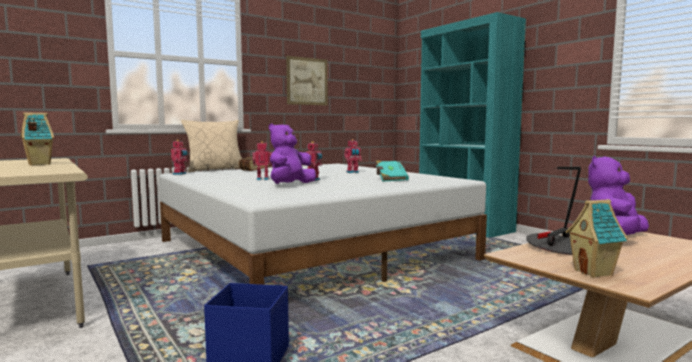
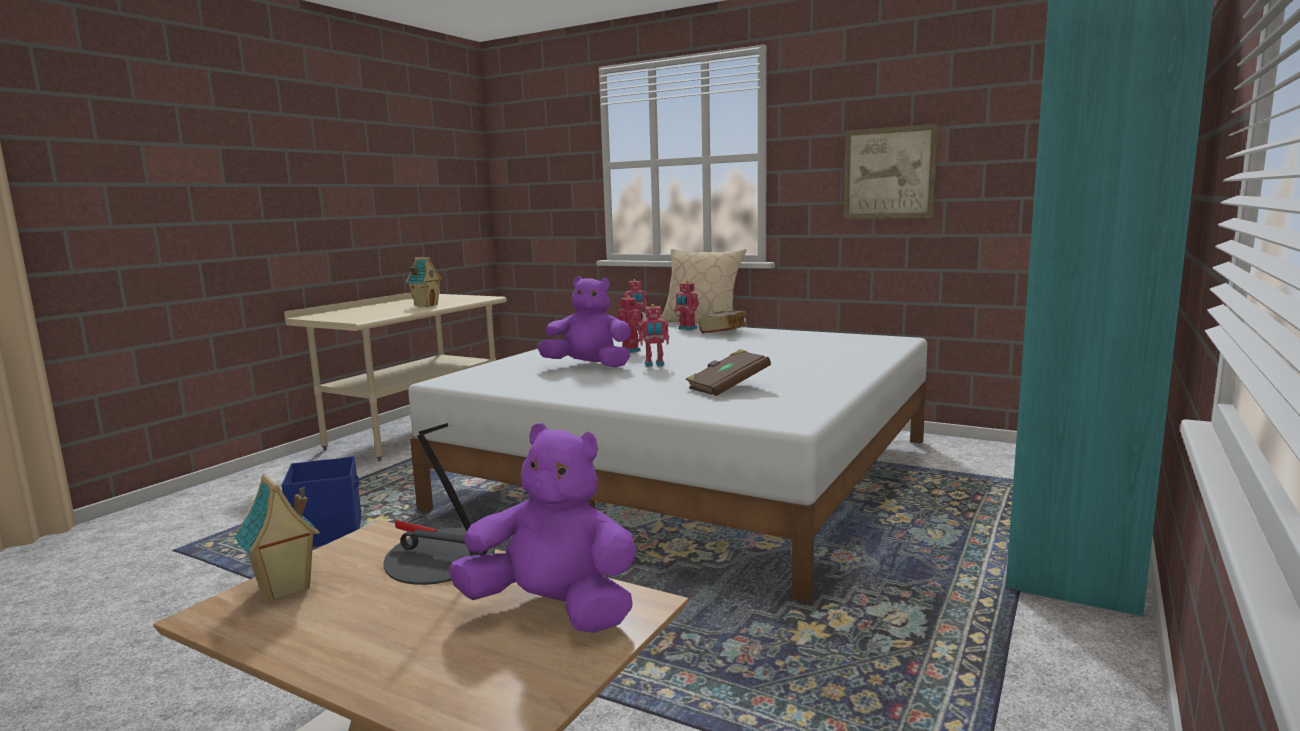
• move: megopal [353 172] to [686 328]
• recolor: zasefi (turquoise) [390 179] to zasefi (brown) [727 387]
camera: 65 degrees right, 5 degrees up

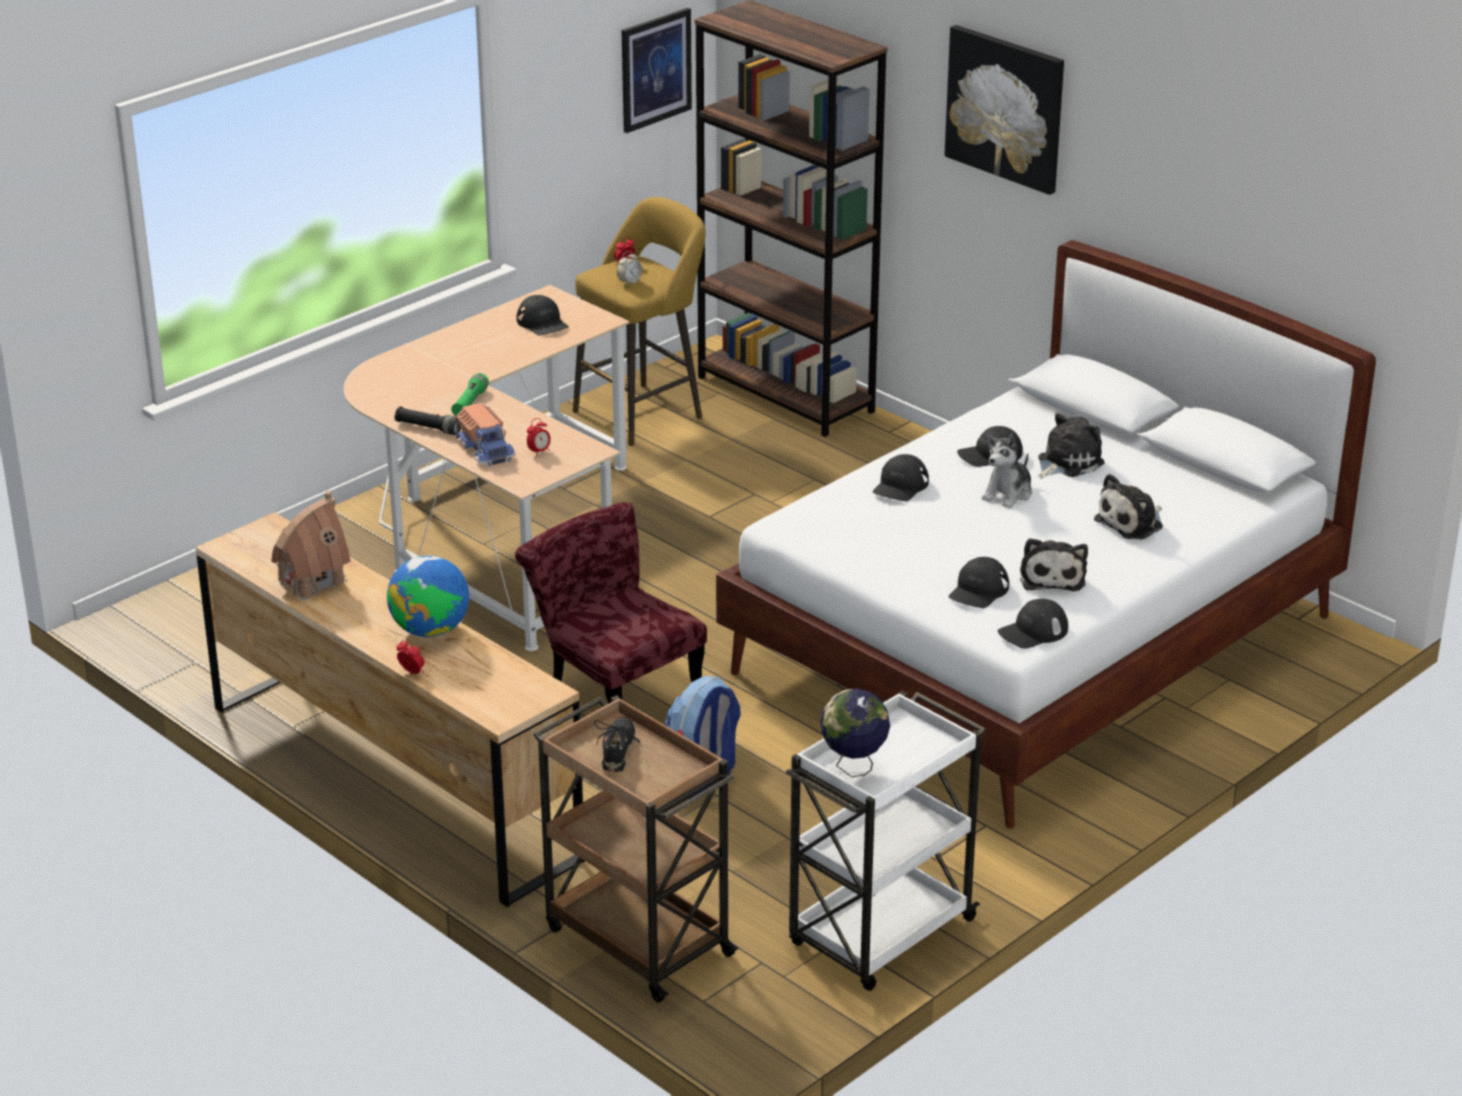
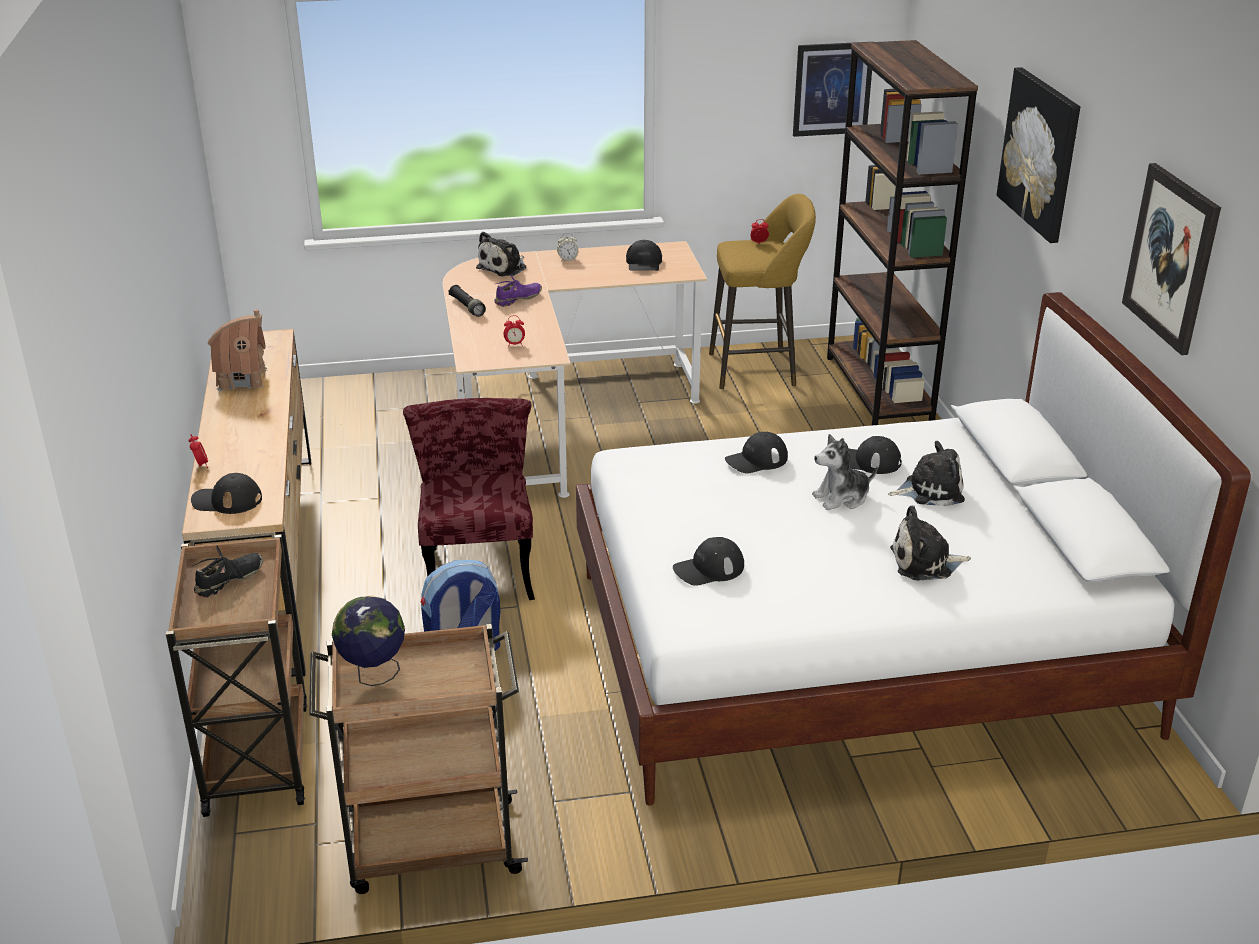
• delete: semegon [430 630]
• delete: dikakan [486 449]
• insert: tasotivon [1171 258]
• move: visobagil [629 282] to [567 259]
• move: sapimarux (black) [1033 631] to [227 500]
• move: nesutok [1052 577] to [504 267]
• replace: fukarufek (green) [470 403] to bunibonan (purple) [518 299]
• recolor: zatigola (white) [880 934] to zatigola (brown) [430 847]
camera: 35 degrees right, 0 degrees up

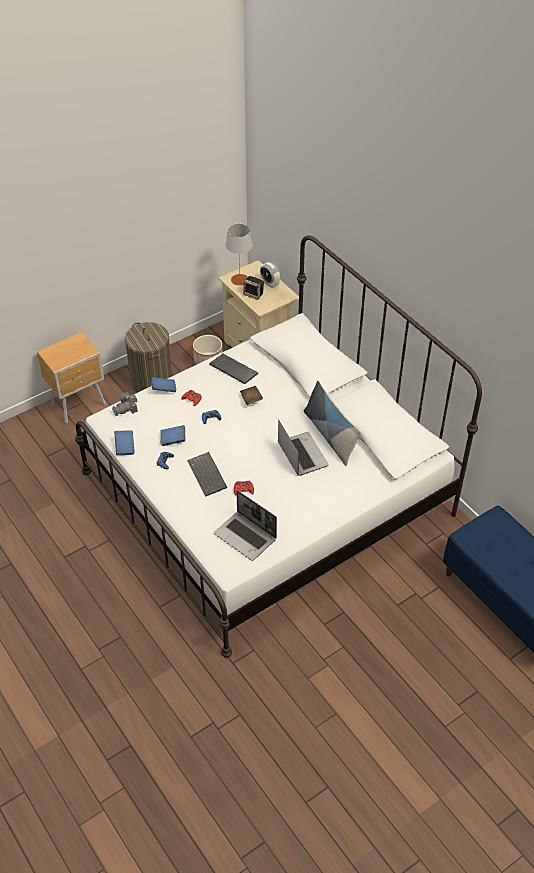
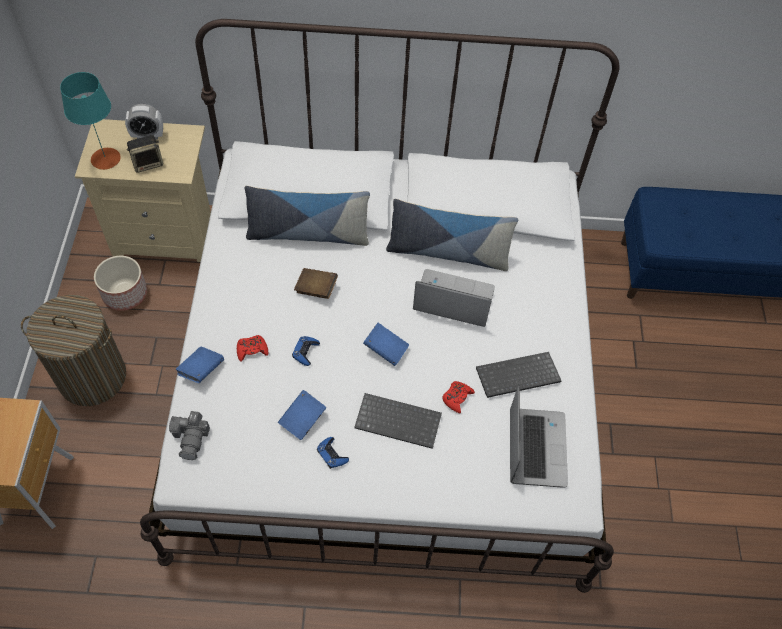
• insert: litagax [308 234]
• move: zasefi (blue) [125 447] to [385 349]
• move: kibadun [232 370] to [517 377]
• recolor: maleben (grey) [239 279] to maleben (turquoise) [105 158]
• rotate: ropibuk [246 536] = [535 447] 75 degrees counterclockwise
camera: 55 degrees left, 10 degrees up

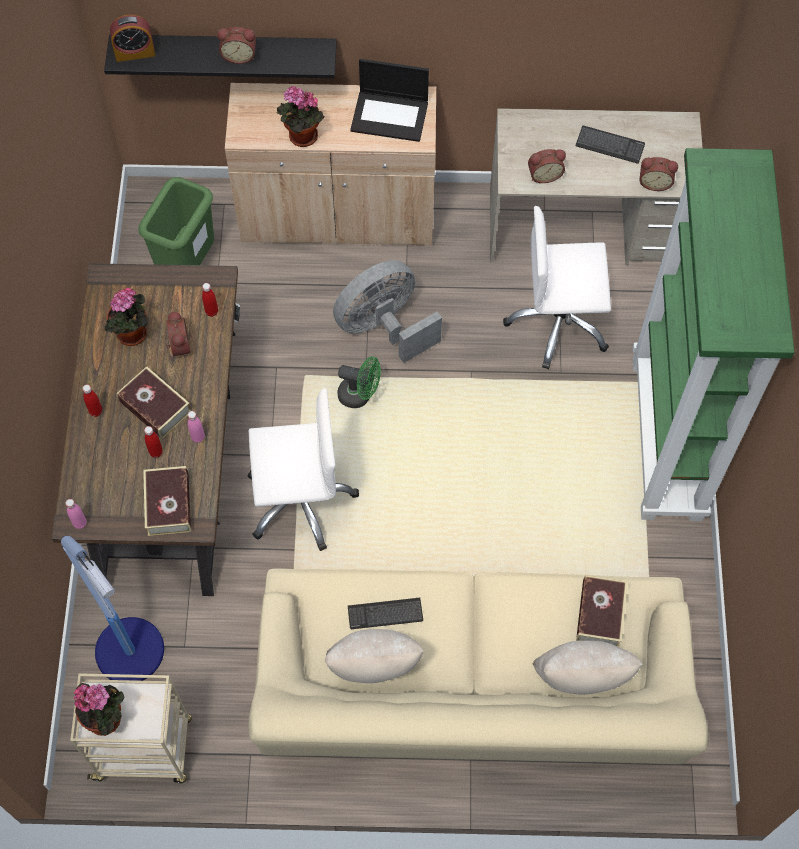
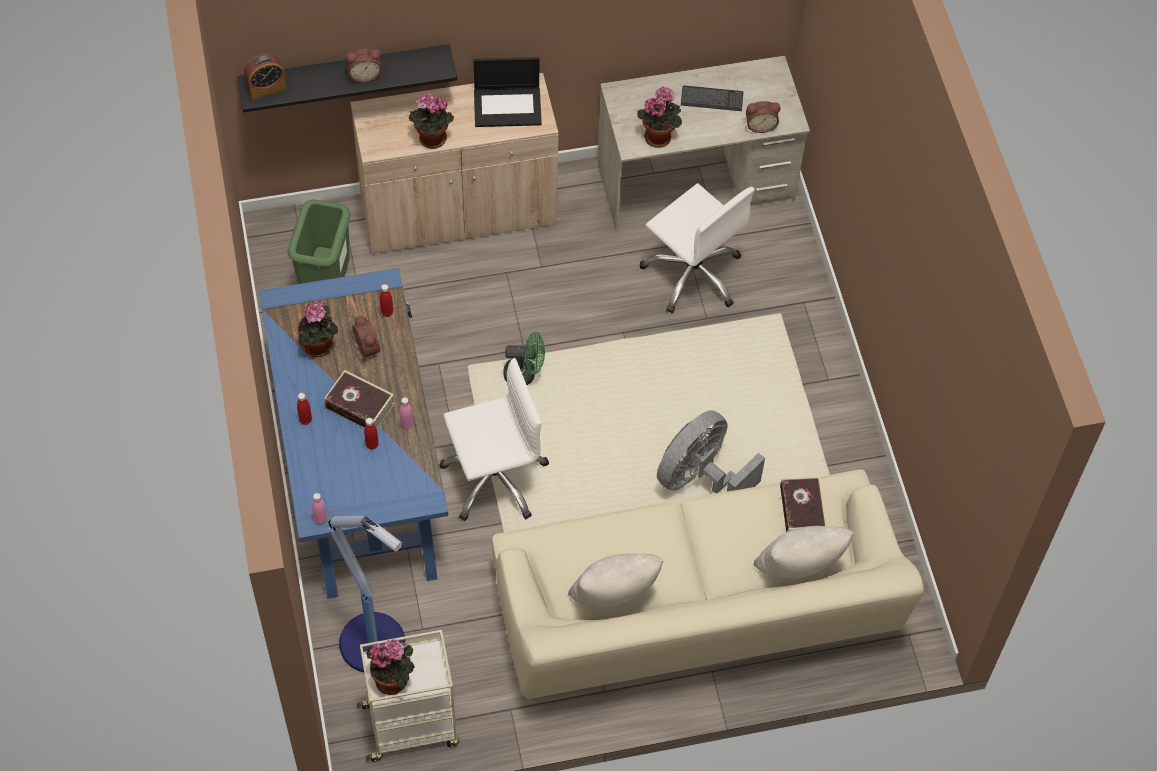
• delete: zasefi [168 504]
• delete: kibadun [385 614]
• delete: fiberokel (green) [668 439]
• move: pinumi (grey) [384 327] to [700 478]
• replace: visobagil [544 174] to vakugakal [659 135]
• recolor: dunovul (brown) [168 458] to dunovul (blue) [358 465]
• rotate: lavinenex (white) [558 323] = [693 274] 120 degrees counterclockwise
camera: 15 degrees left, 5 degrees down

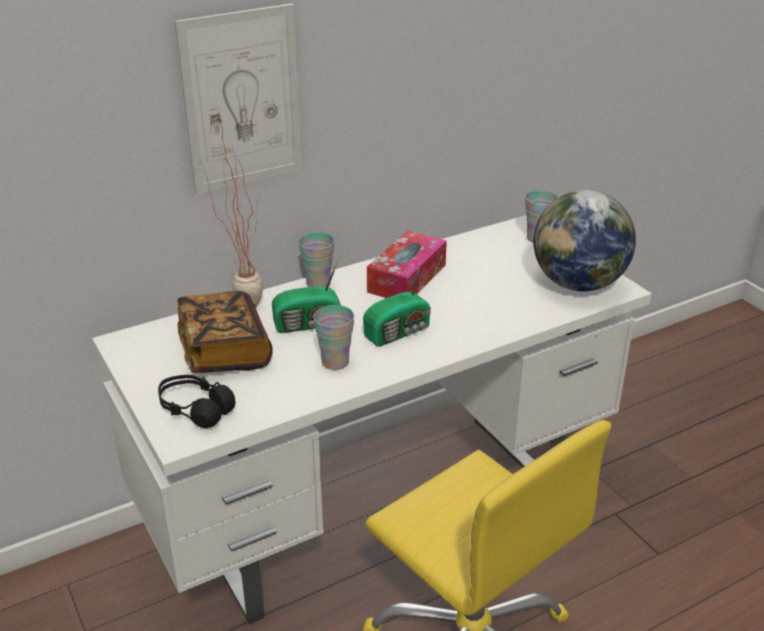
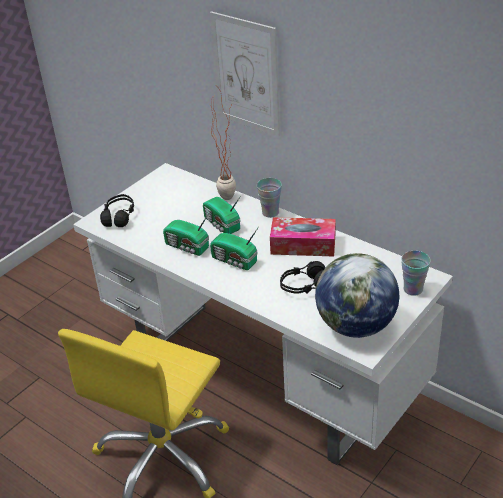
• delete: zasefi [224 351]
• insert: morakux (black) [304 286]
• replace: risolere [335 362] to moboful [187 247]
camera: 70 degrees right, 5 degrees up

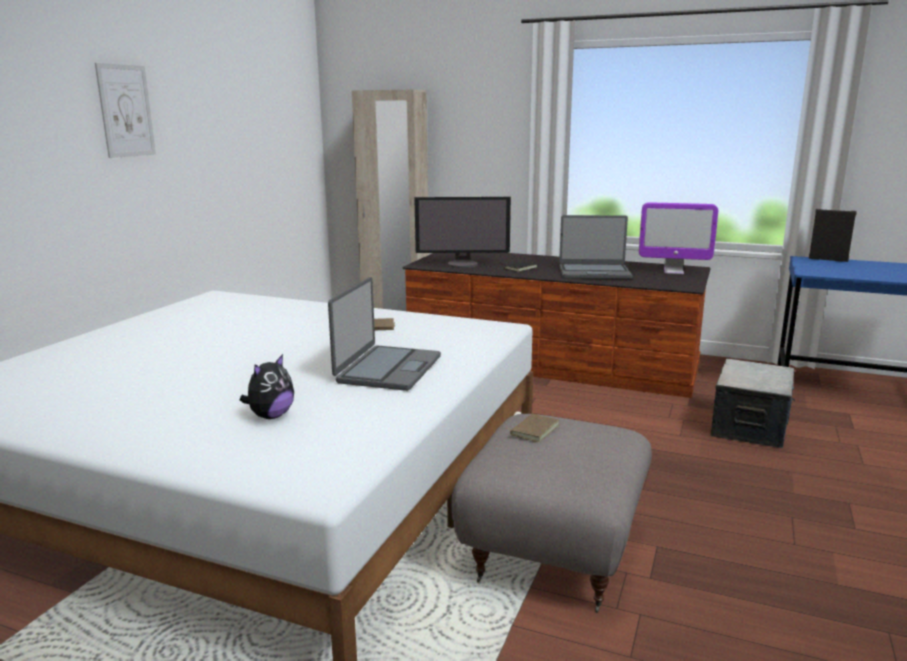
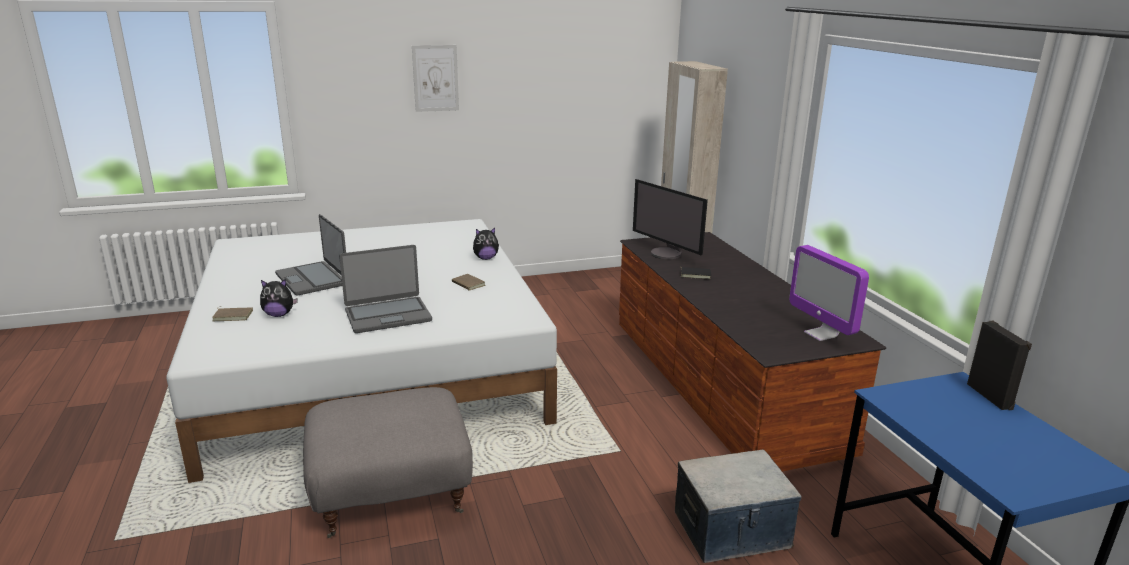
• insert: nesutok [485 258]
• move: zasefi (brown) [533 430] to [233 315]
• move: ropibuk [594 273] to [313 279]
camera: 50 degrees right, 5 degrees up

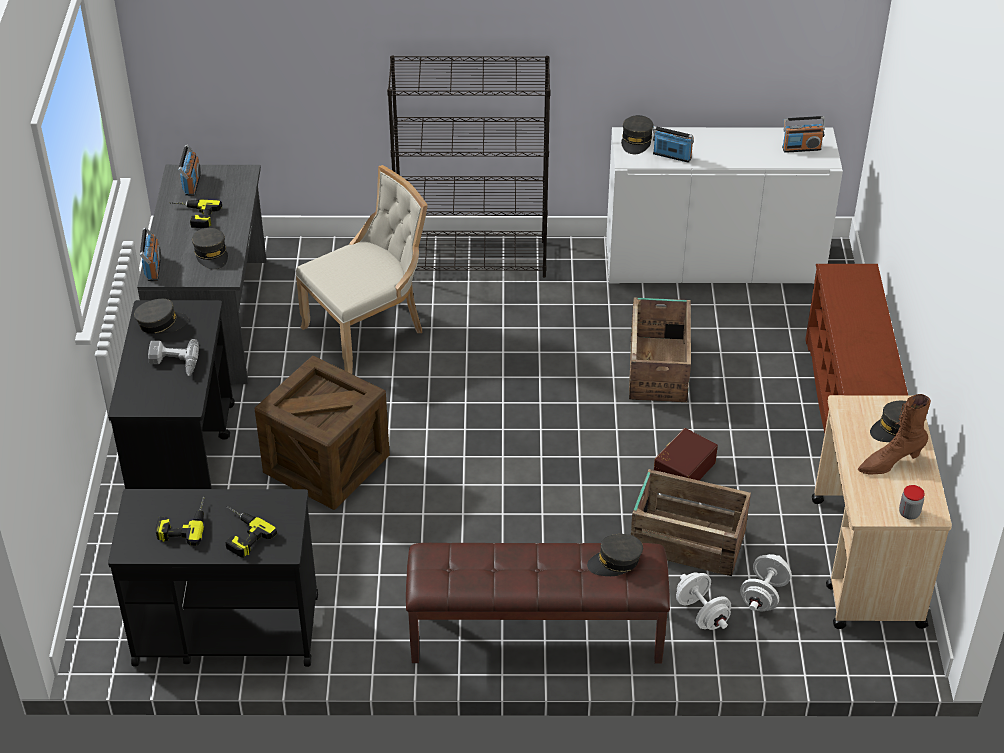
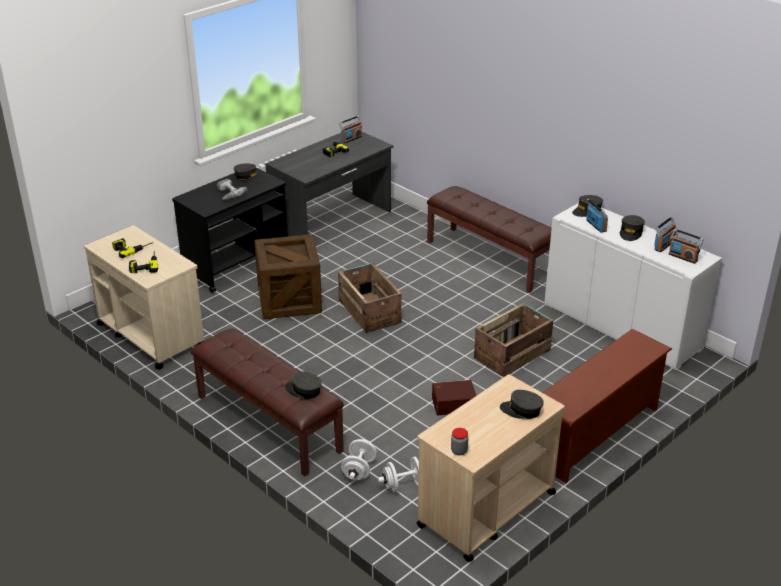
• delete: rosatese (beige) [368 331]
• delete: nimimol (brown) [890 462]
• move: moboful [153 268] to [663 245]
• move: sapimarux (grey) [211 254] to [631 232]
• move: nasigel [686 540] to [369 311]
• replace: fiberokel (black) [473 258] to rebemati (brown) [490 258]
• recolor: zatigola (black) [225 629] to zatigola (beige) [150 335]
camera: 45 degrees right, 10 degrees down

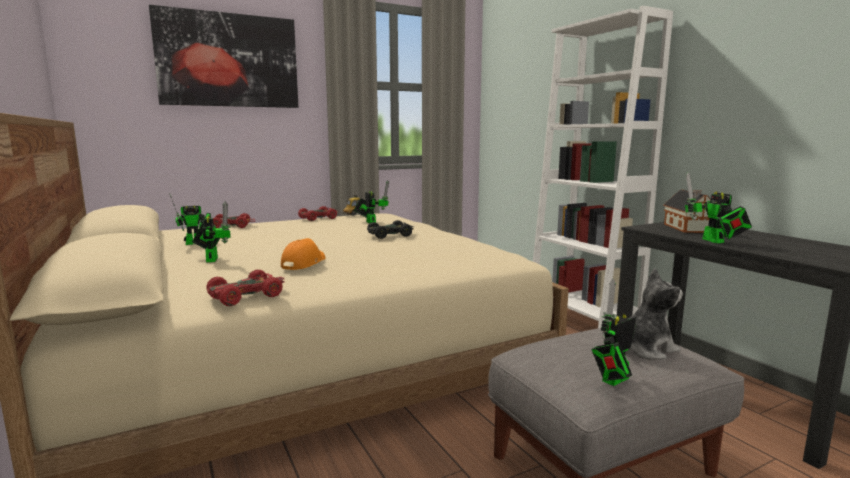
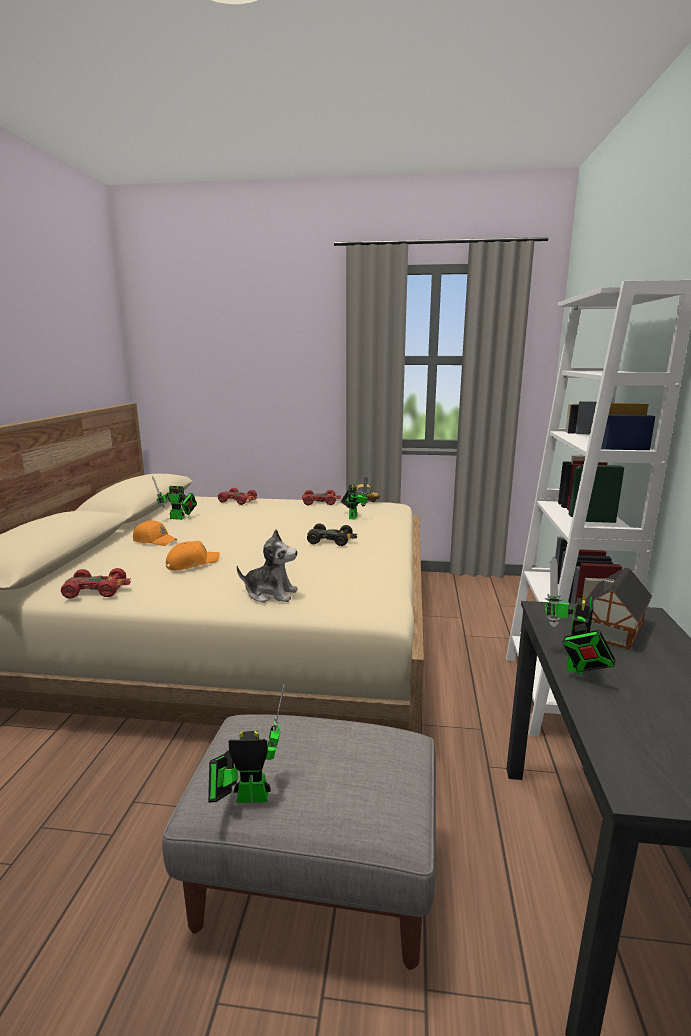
• delete: tasotivon [228 60]
• move: nesutok [644 349] to [270 593]
• replace: megopal [212 259] to sapimarux (orange) [154 540]
camera: 35 degrees right, 5 degrees up

